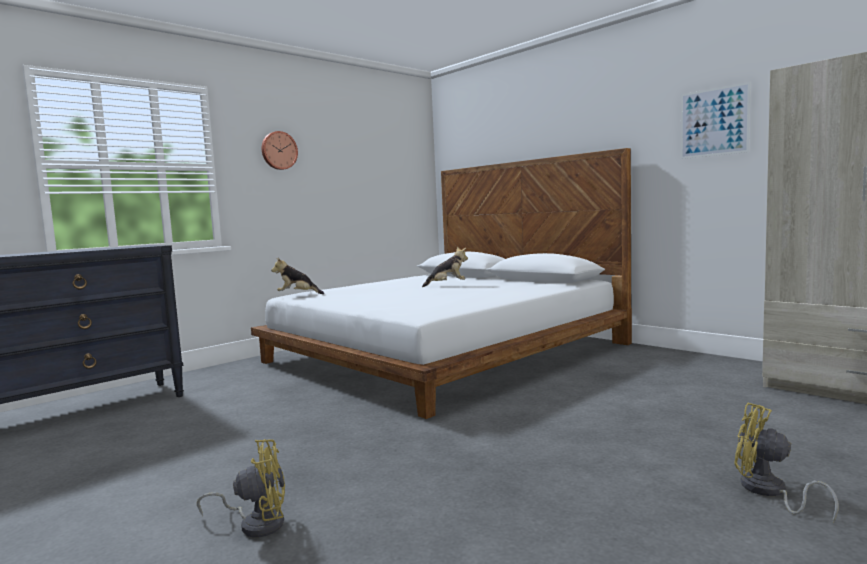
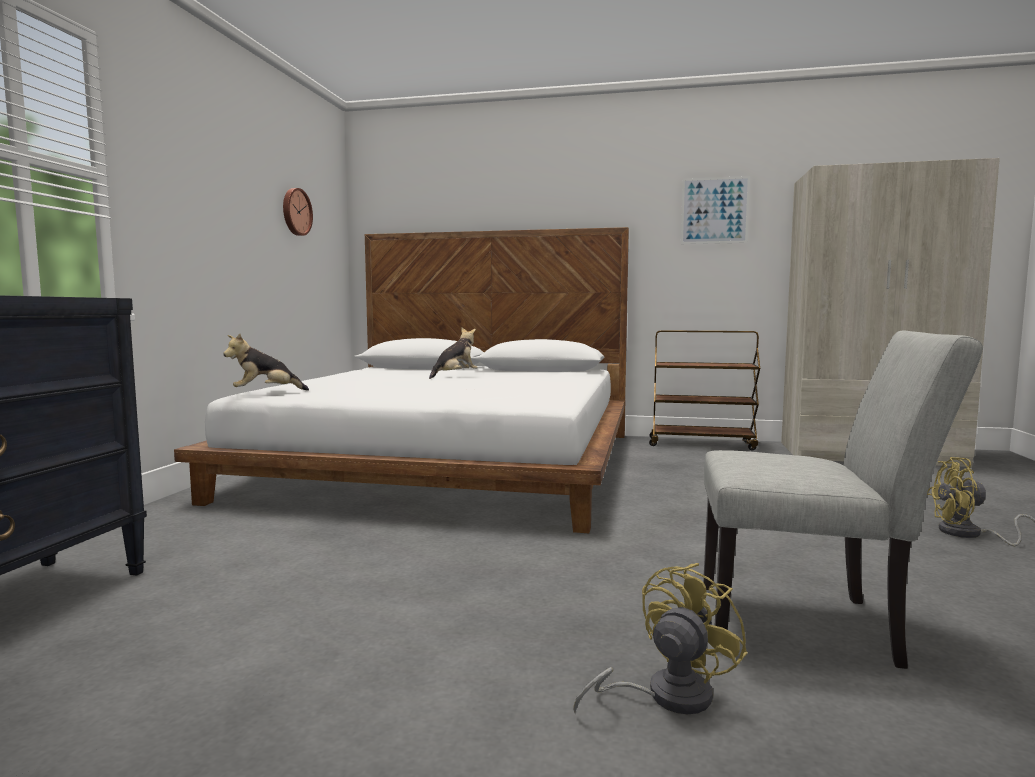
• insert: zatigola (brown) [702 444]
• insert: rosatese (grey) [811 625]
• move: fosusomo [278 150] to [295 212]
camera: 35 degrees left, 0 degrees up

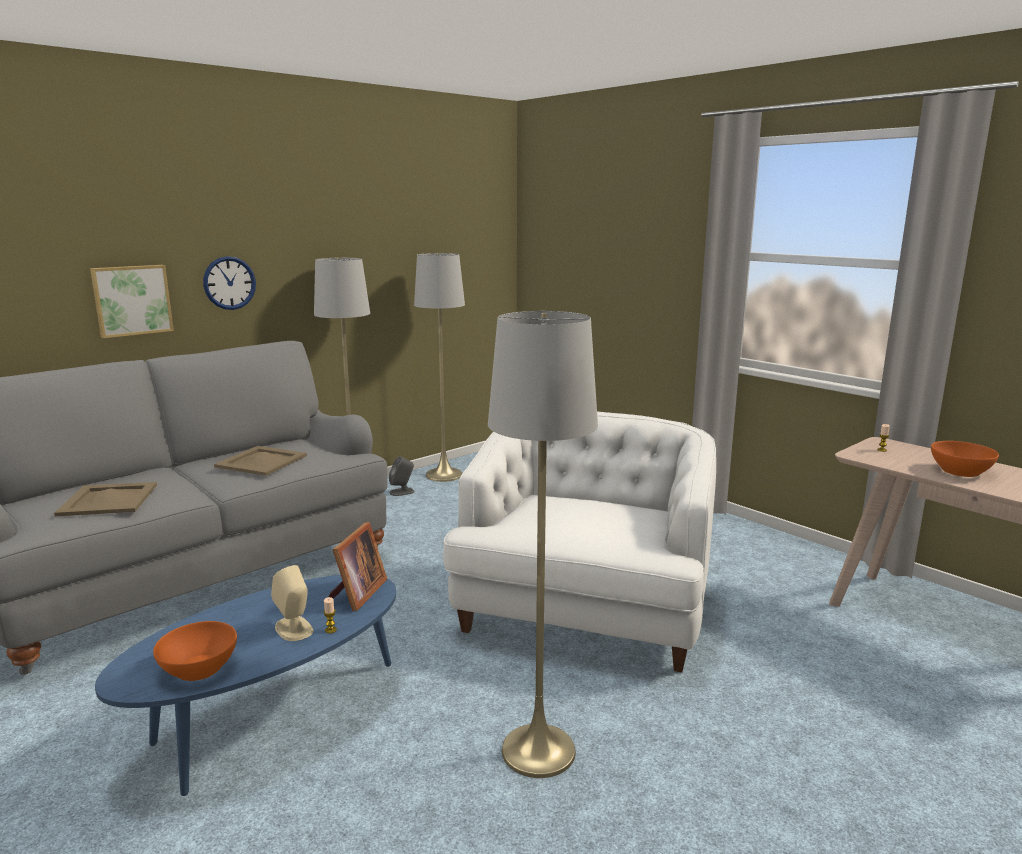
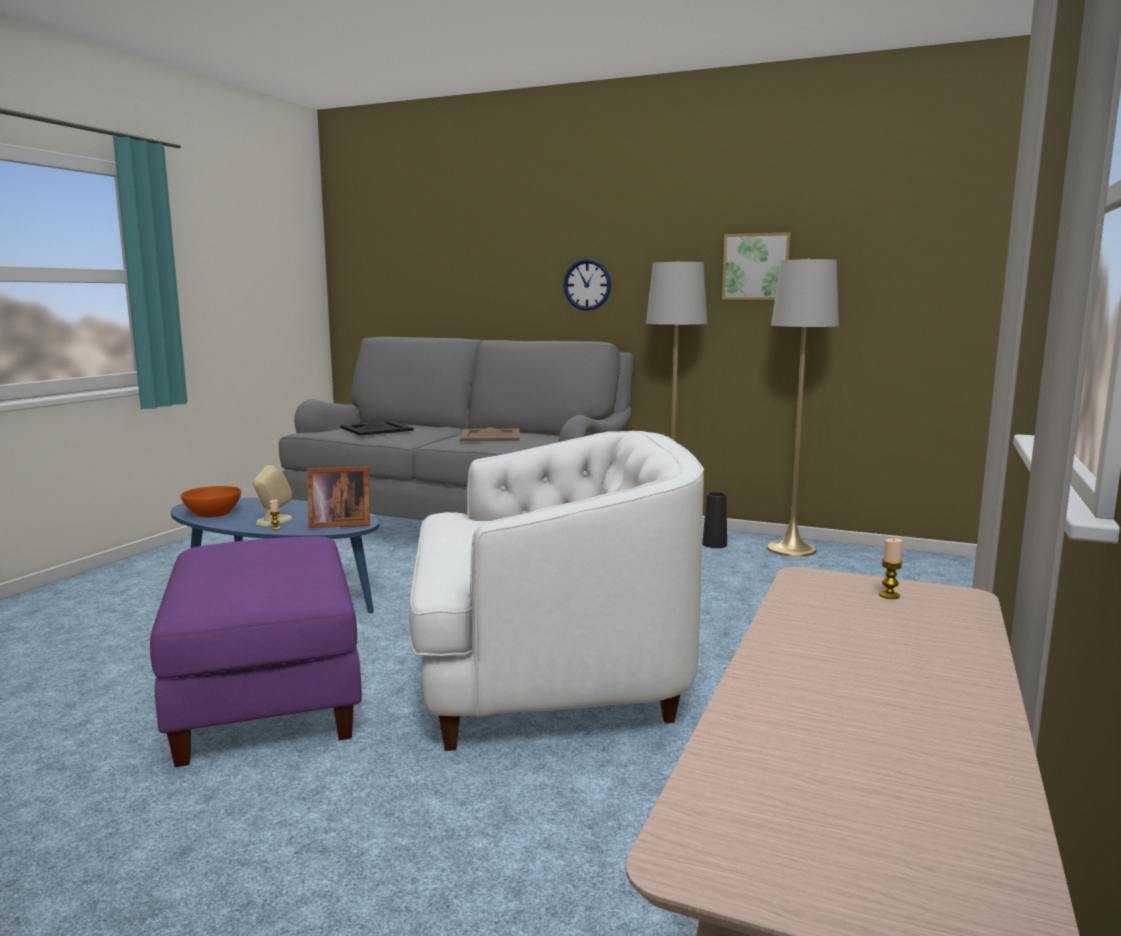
• delete: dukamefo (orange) [960 471]
• move: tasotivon [132 300] to [756 266]
• replace: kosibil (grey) [402 492] to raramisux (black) [714 544]
• replace: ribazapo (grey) [538 751] to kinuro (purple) [264 695]
• recolor: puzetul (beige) [108 499] to puzetul (black) [377 429]
camera: 65 degrees right, 5 degrees down

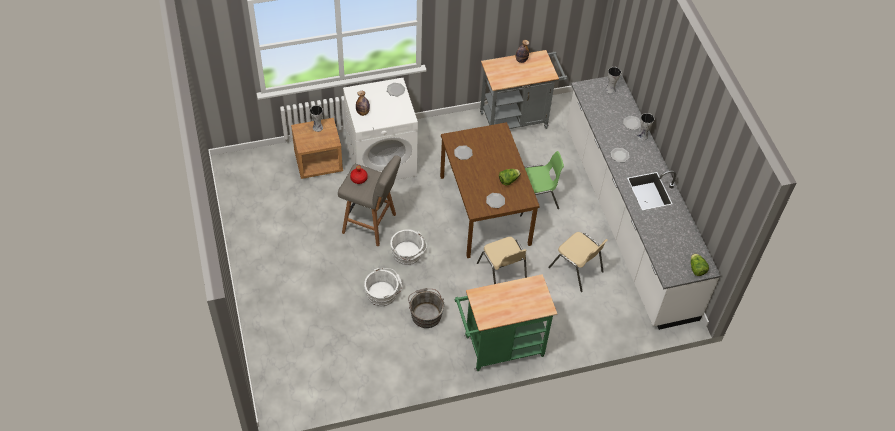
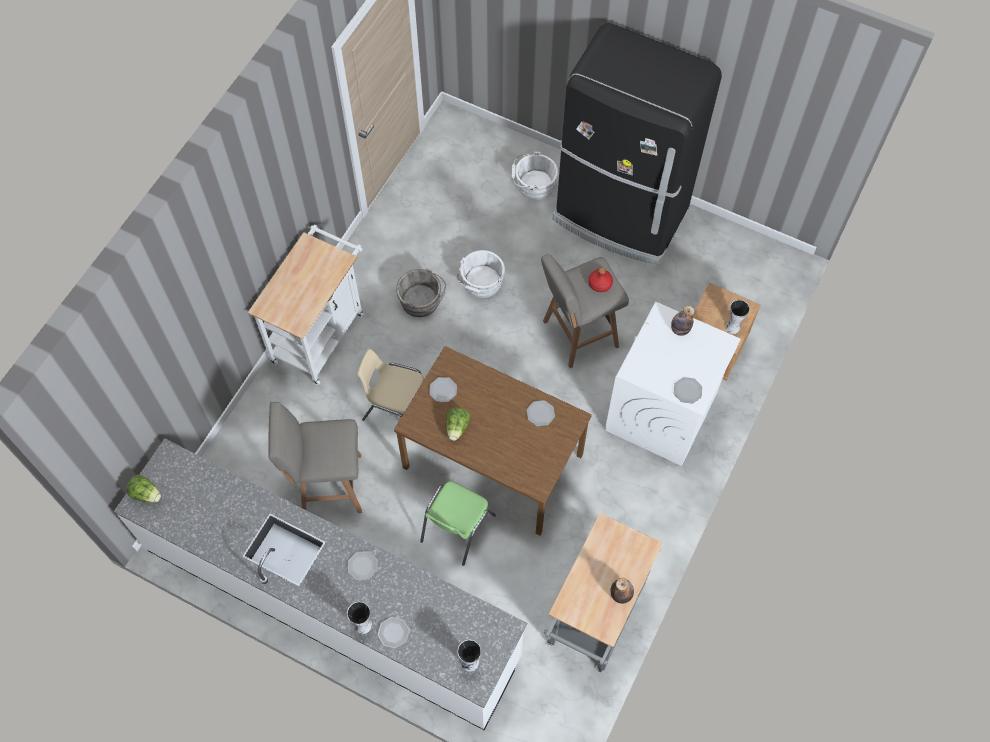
• insert: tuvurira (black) [620 215]
• move: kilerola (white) [408 254] to [533 184]
• replace: rosatese (beige) [576 270] to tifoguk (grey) [328 485]
• recolor: zatigola (green) [499 348] to zatigola (white) [321 333]
camera: 135 degrees right, 10 degrees up

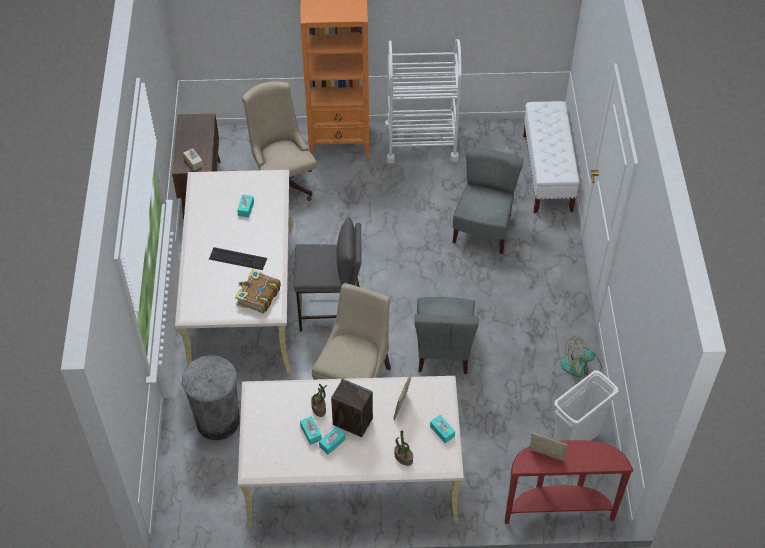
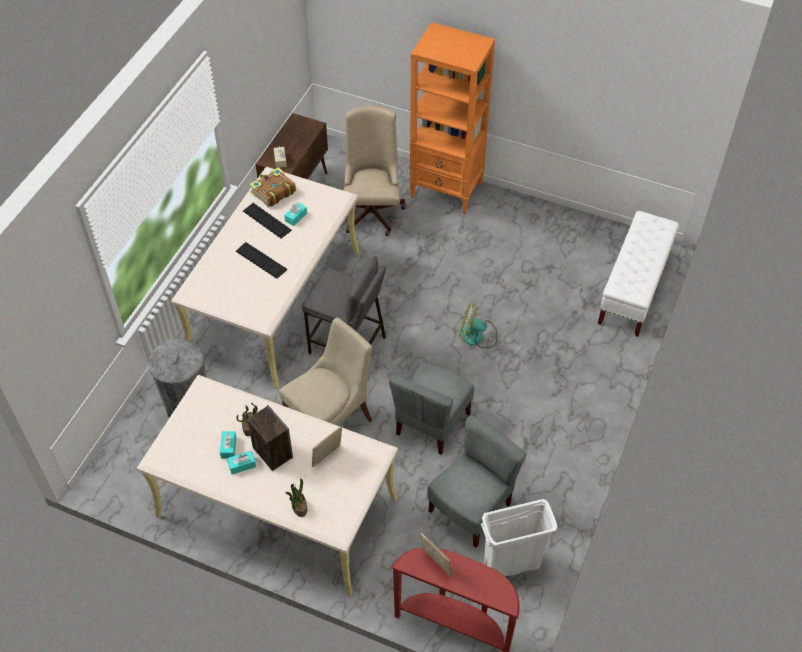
• delete: zatigola (white) [421 142]
• delete: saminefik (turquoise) [442 431]
• insert: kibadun [267 220]
• move: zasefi [258 296] to [272 192]
• move: rosatese (grey) [483 229] to [471 509]
• move: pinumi [580 366] to [477 336]
camera: 25 degrees right, 0 degrees up

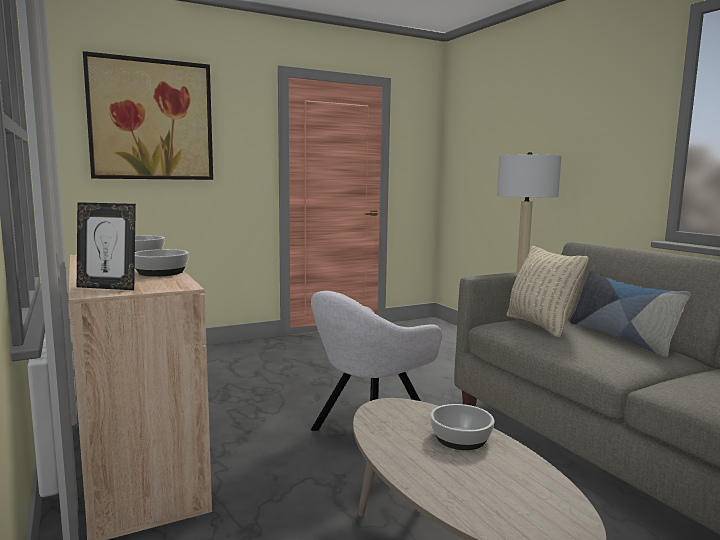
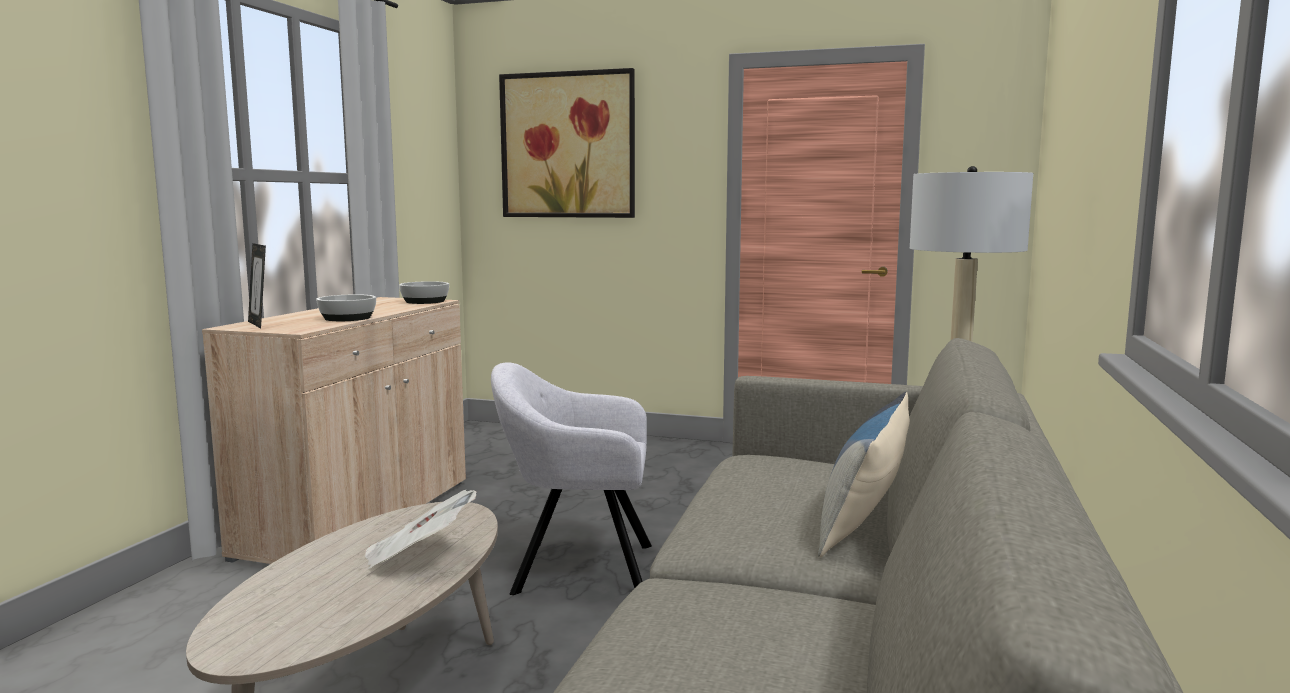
• delete: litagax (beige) [540 325]
• replace: dukamefo [460 439] to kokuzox [418 557]
camera: 45 degrees right, 0 degrees up

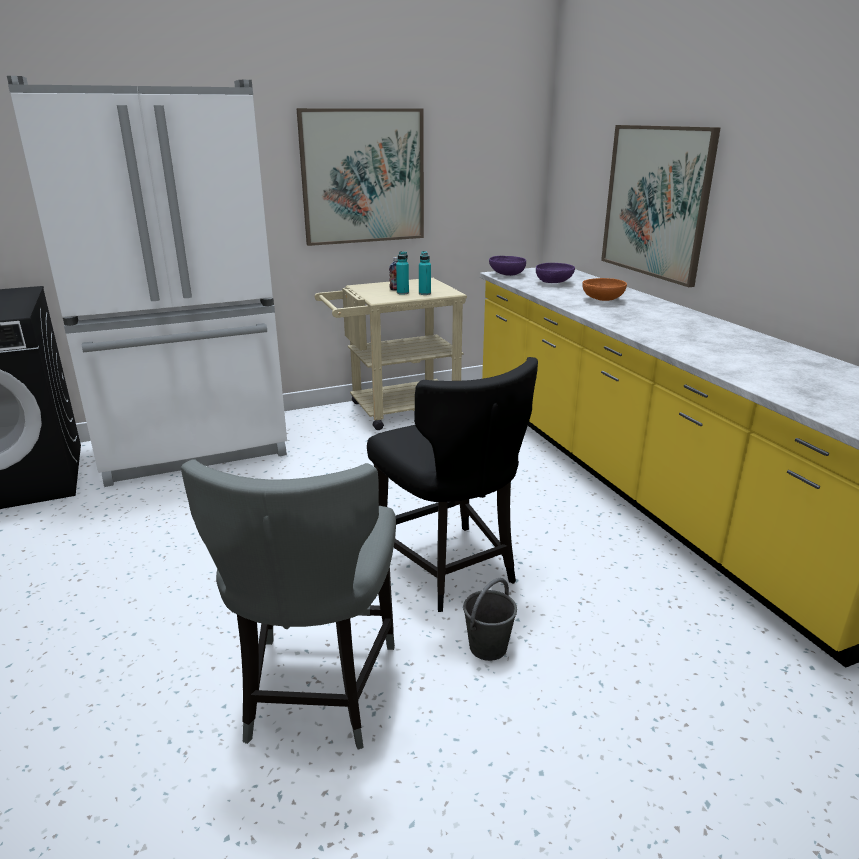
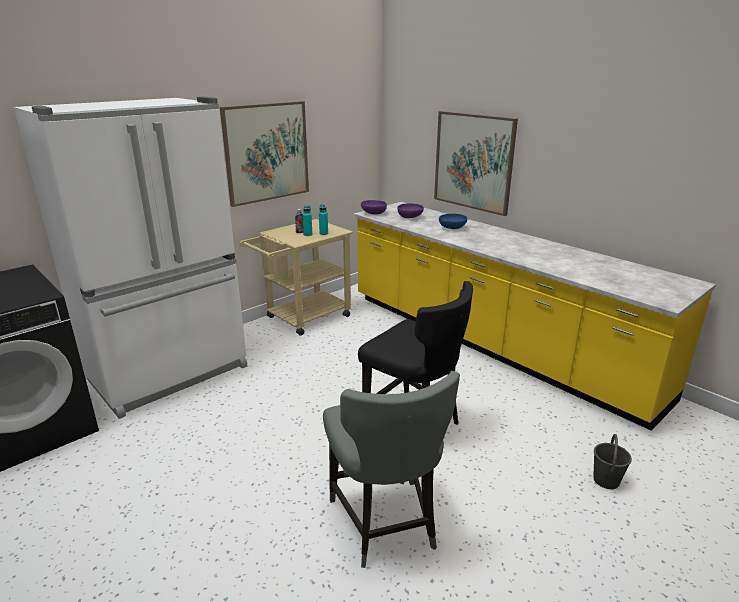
• move: kilerola (grey) [487 647] to [606 480]
• recolor: dukamefo (orange) [602 300] to dukamefo (blue) [452 228]
camera: 20 degrees left, 0 degrees up

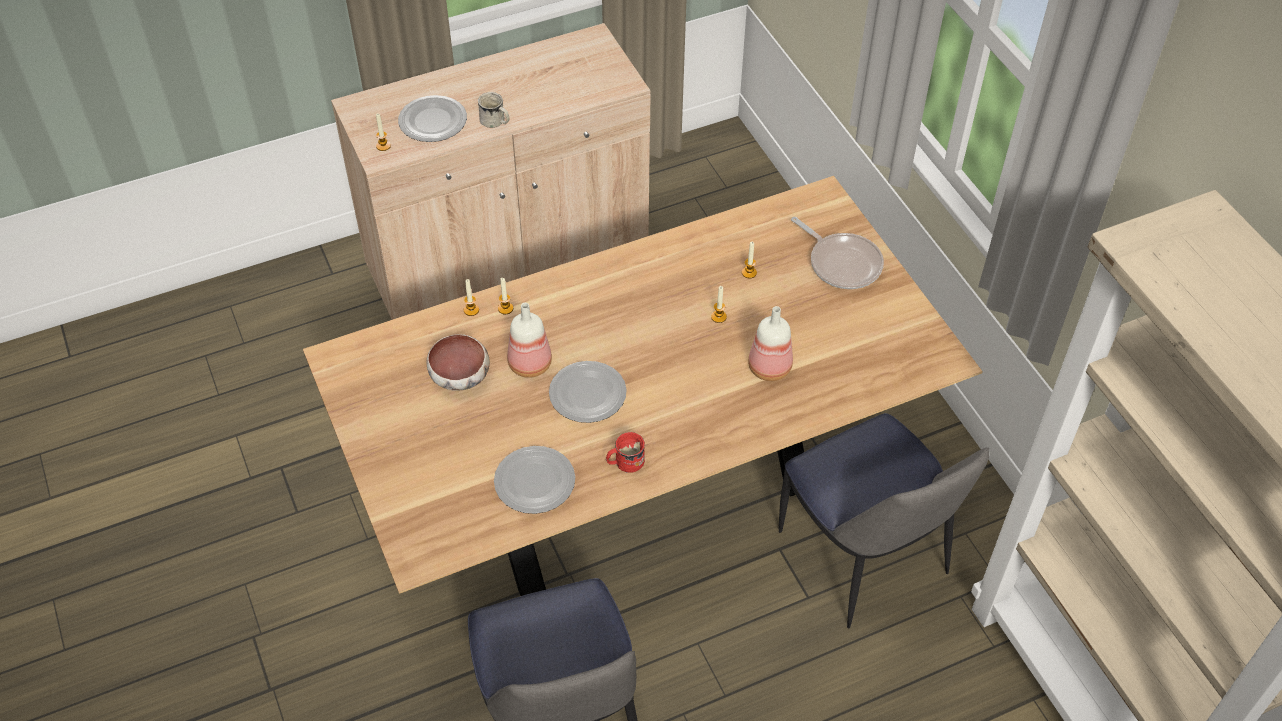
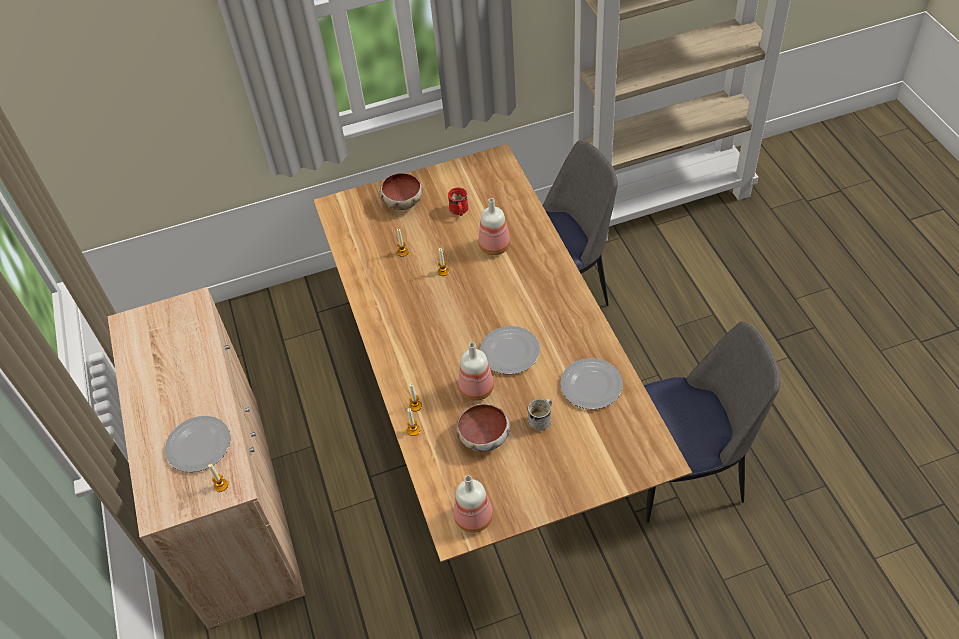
• insert: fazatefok [472 517]
• move: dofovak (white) [495 123] to [542 419]
• move: dofovak (red) [625 463] to [459 211]
• replace: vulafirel [842 263] to dukamefo [402 201]
camera: 80 degrees left, 0 degrees up

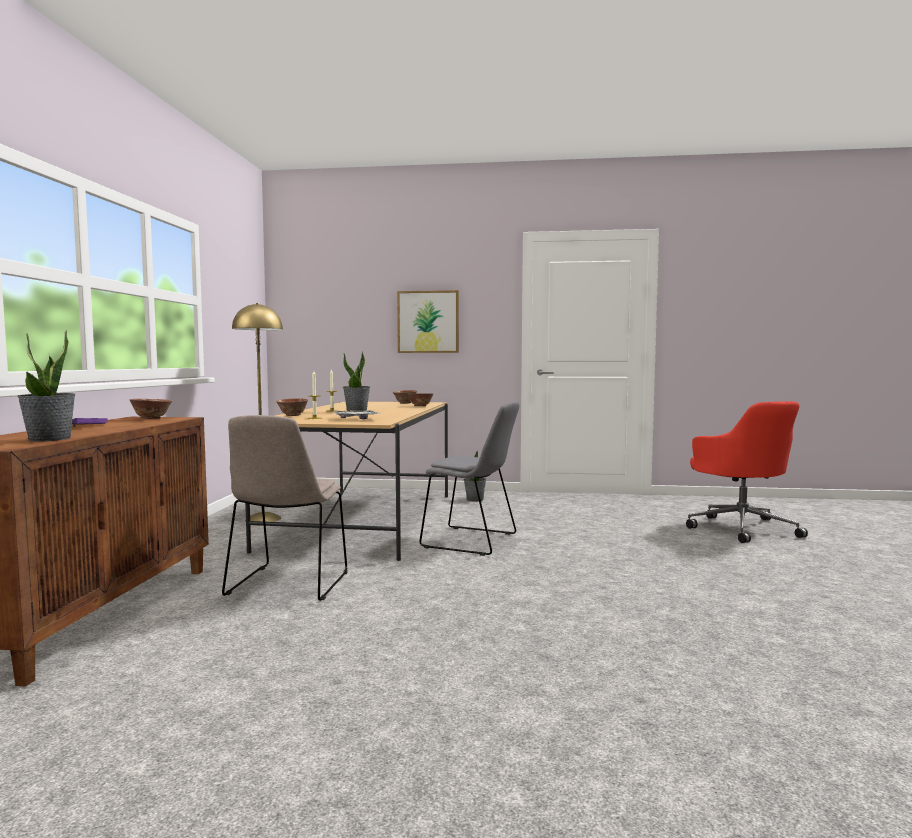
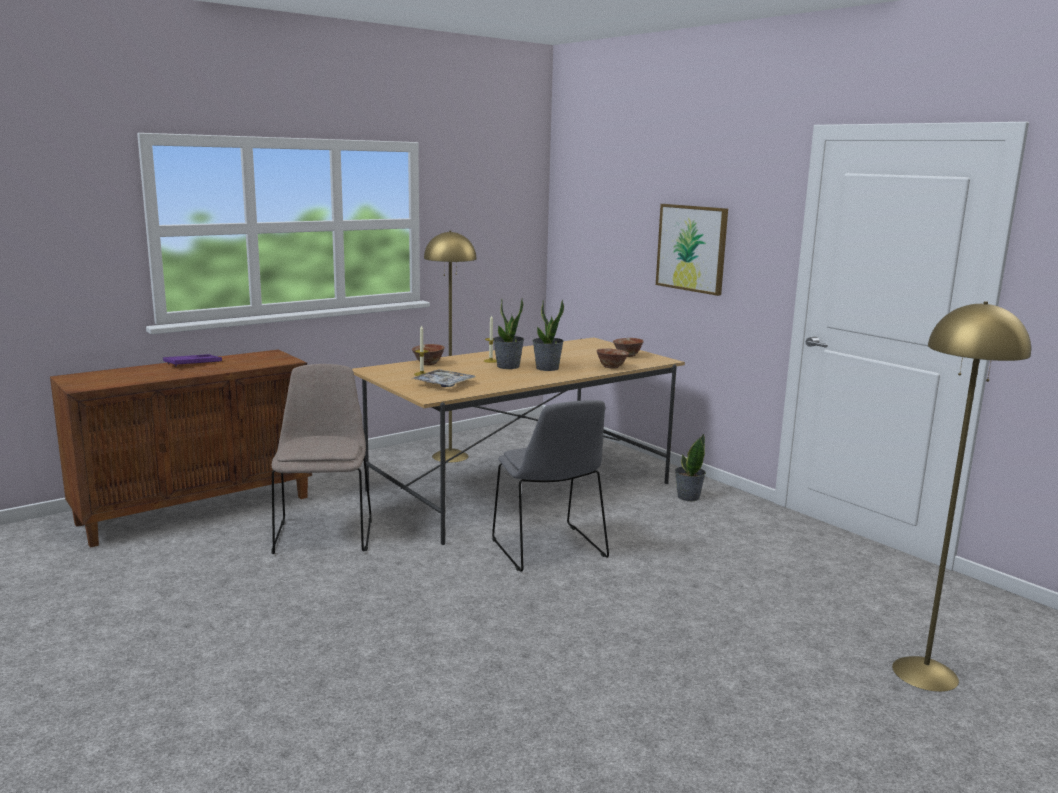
• delete: dukamefo [151 418]
• move: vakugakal [50 439] to [547 368]
• replace: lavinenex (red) [741 528] to ribazapo (yellow) [924 673]
• rotate: rosatese (beige) [287 585] = [324 534] 120 degrees clockwise
camera: 45 degrees right, 10 degrees up

